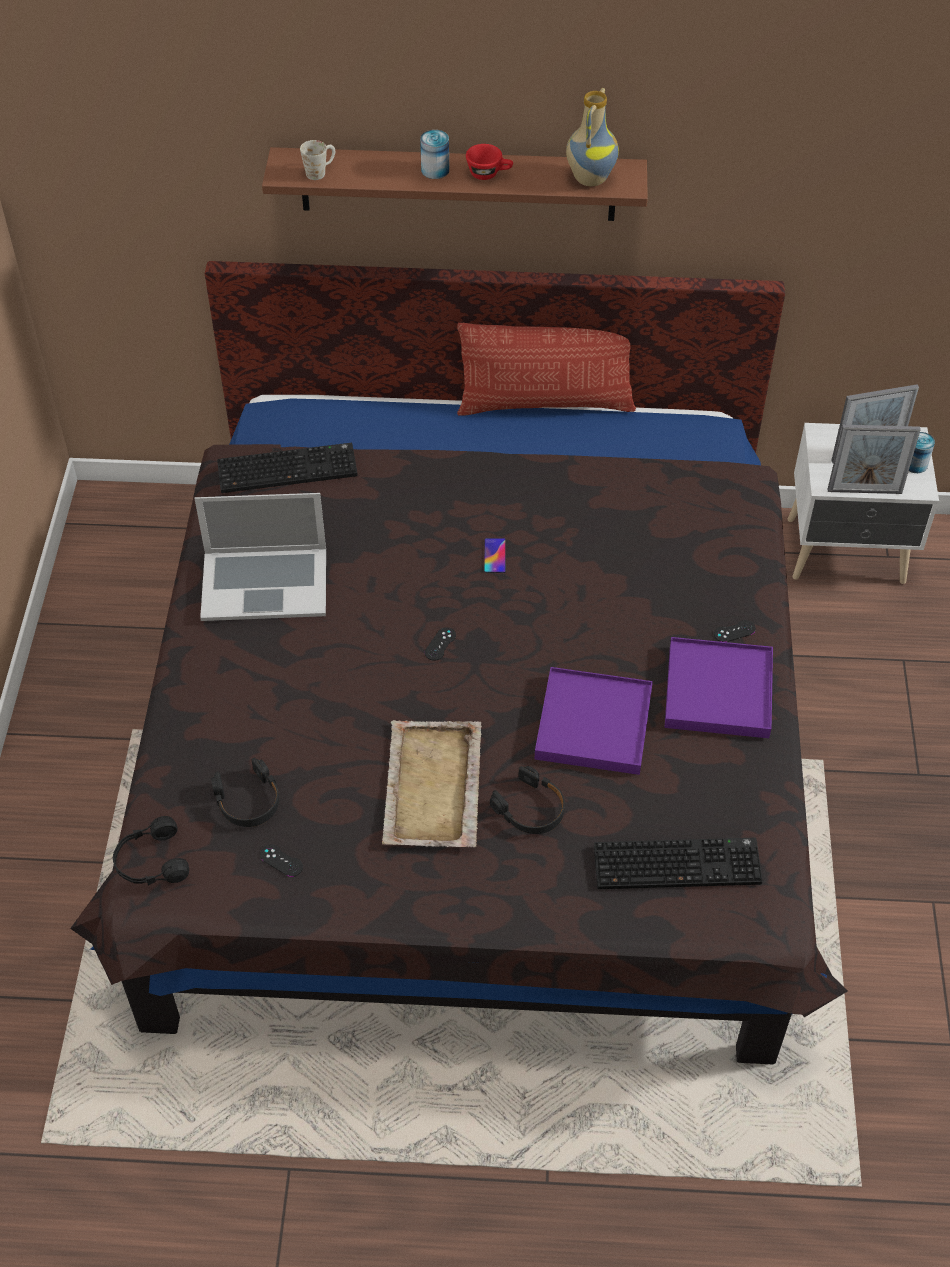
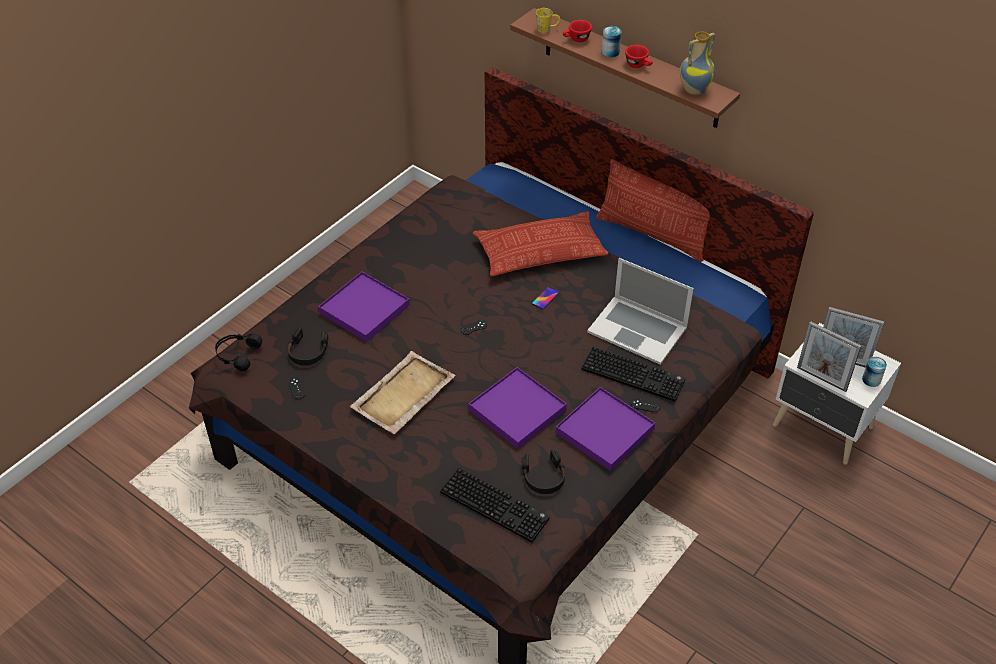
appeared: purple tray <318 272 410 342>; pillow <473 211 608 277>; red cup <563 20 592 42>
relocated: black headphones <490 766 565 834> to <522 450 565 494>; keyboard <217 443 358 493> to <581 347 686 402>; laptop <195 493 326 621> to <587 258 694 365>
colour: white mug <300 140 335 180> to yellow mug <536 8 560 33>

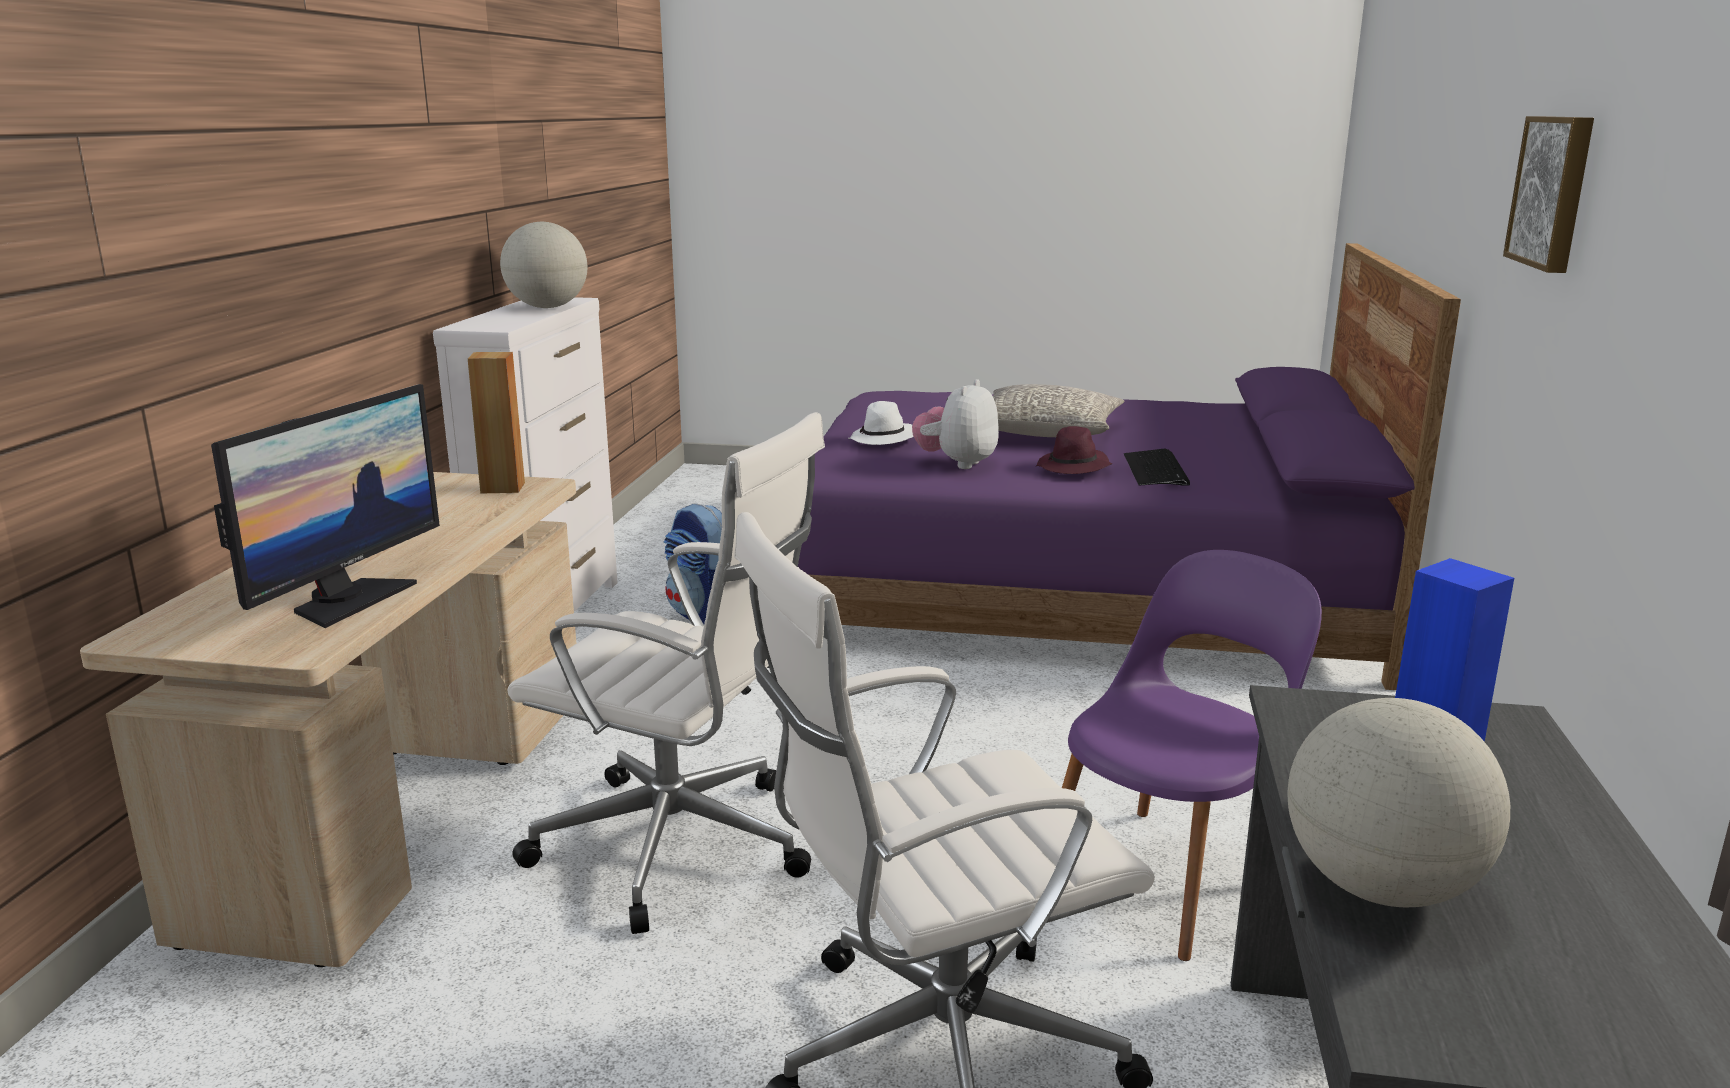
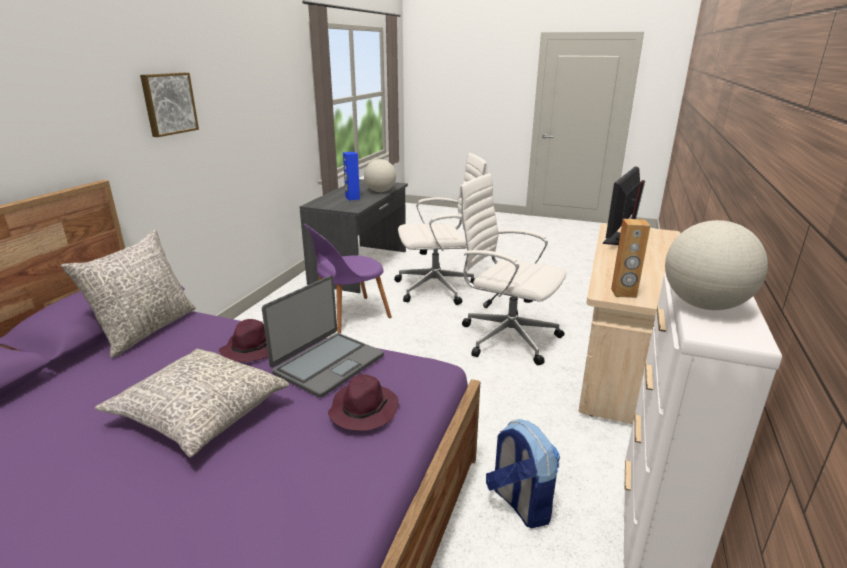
missing: keyboard <1124 449 1190 486>
appeared: grey pillow <61 230 196 358>
exchanged: plush toy <912 379 999 469> to laptop <262 275 384 398>
colour: white hat <848 401 914 445> to purple hat <328 374 399 431>

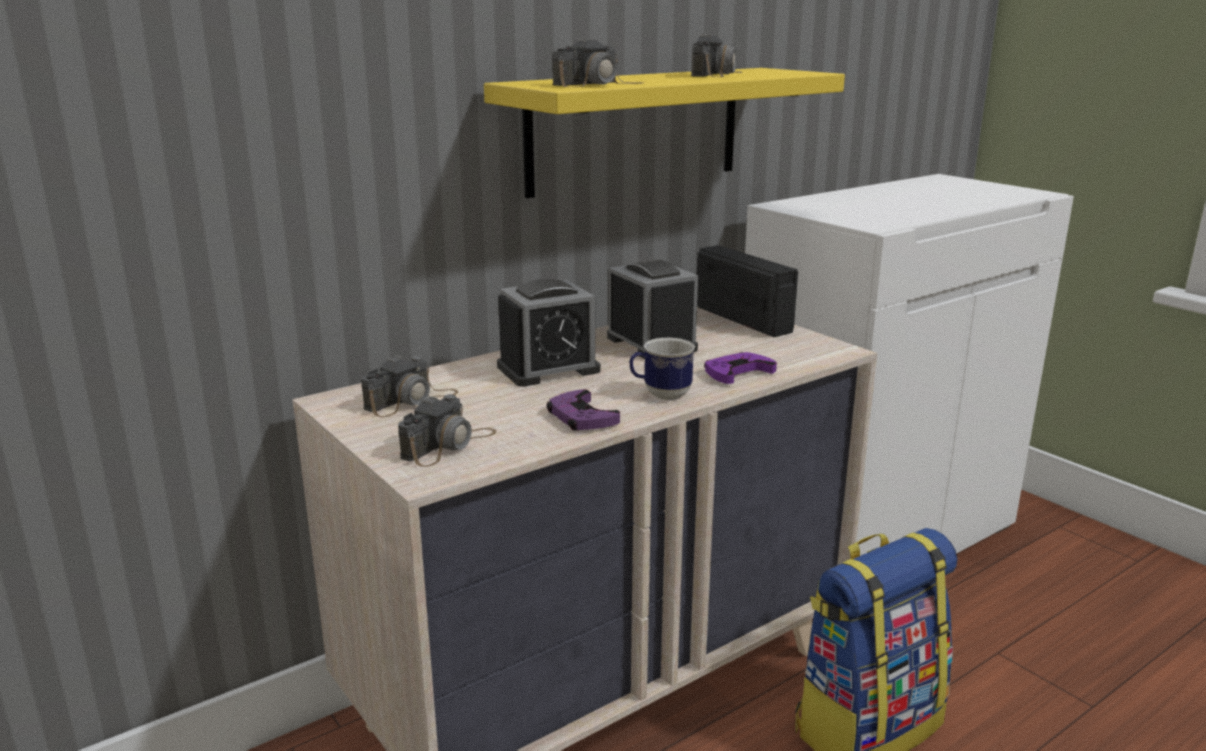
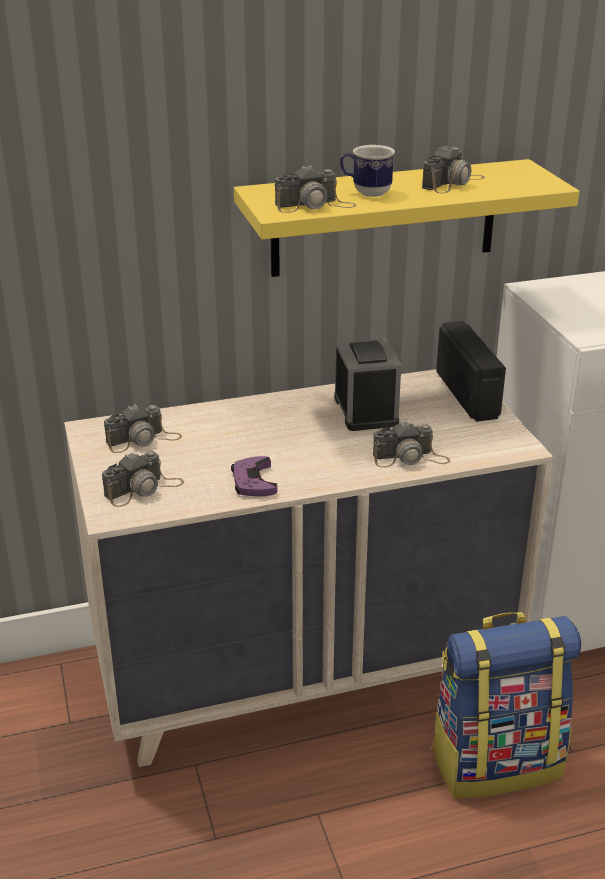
missing: alarm clock <497 279 600 387>
relocated: mug <629 338 695 400> to <340 145 395 197>
exchanged: purple game controller <704 352 777 384> to photo camera <373 421 450 468>

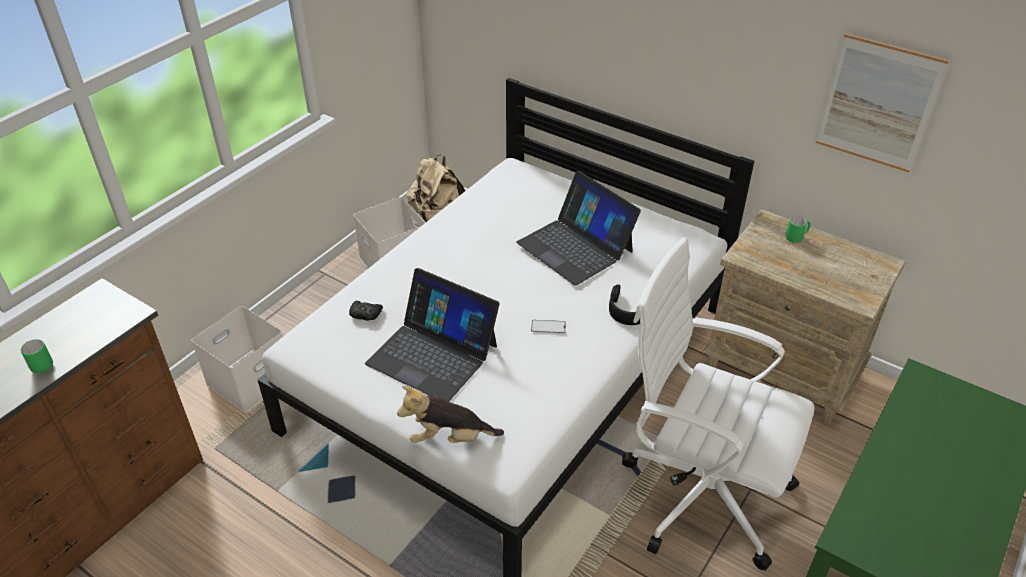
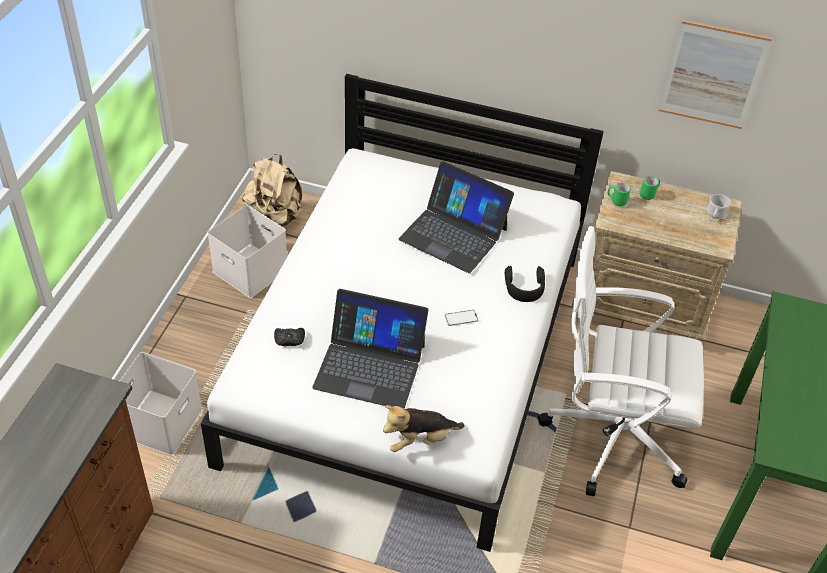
appeared: white mug <707 194 731 219>
relocated: green mug <21 339 53 373> to <608 182 631 206>

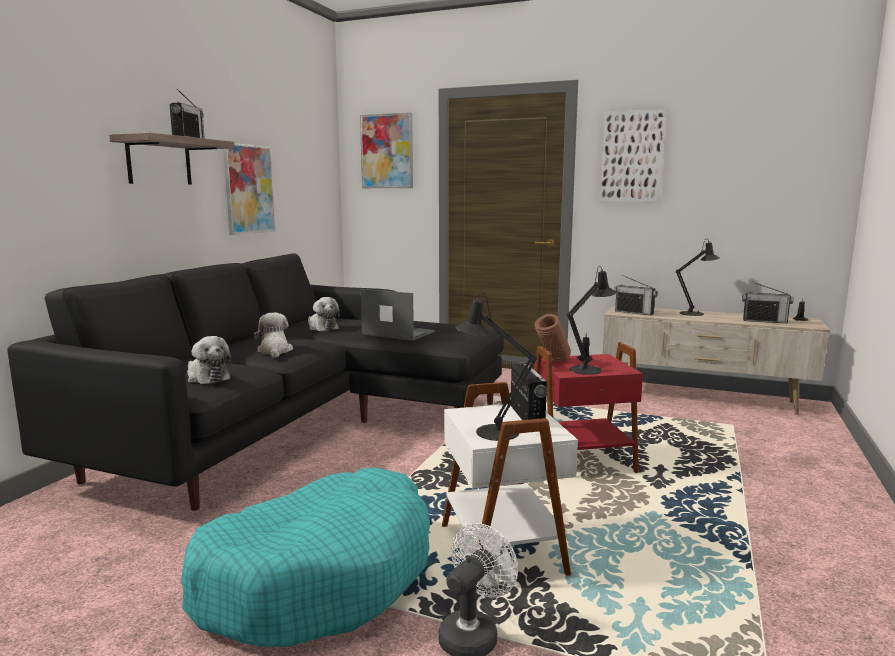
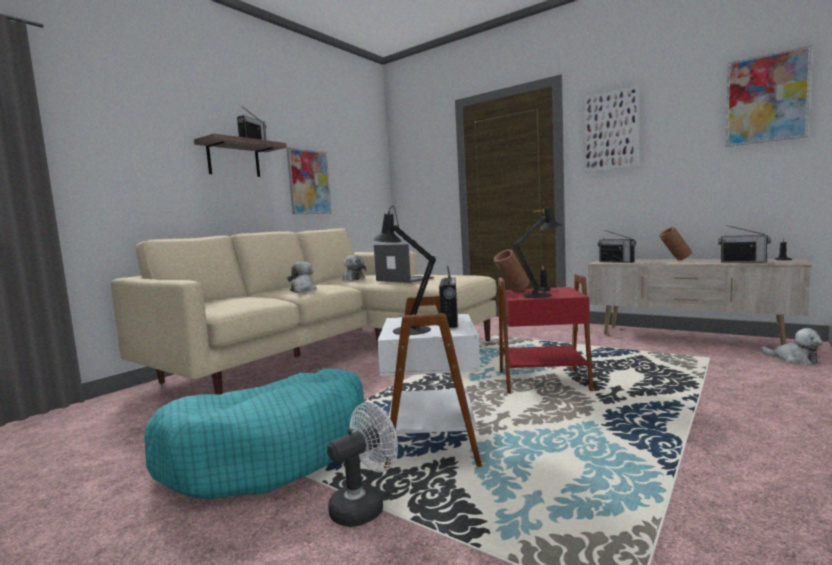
relocated: picture <360 112 413 188> to <726 45 812 147>; plush toy <187 336 232 384> to <761 328 823 365>
exchanged: black table lamp <676 238 720 316> to brown vase <659 227 692 260>
colour: black sofa <7 254 504 511> to beige sofa <111 228 497 394>

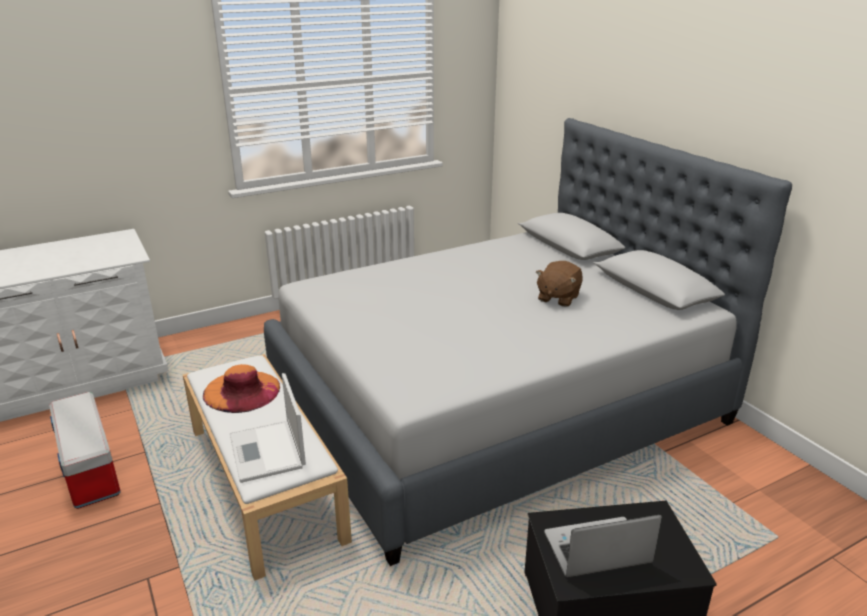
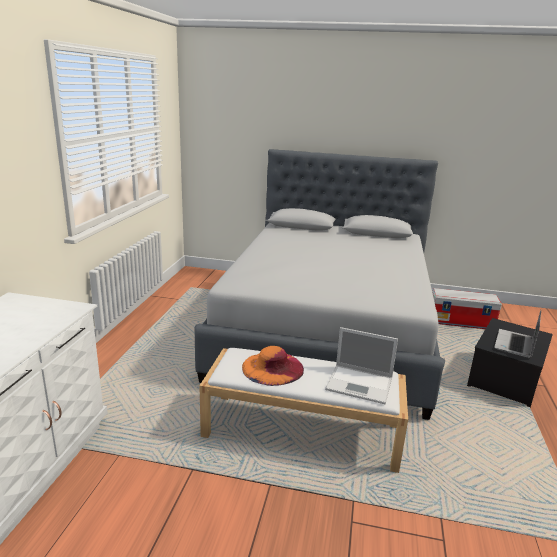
missing: brown plush toy <536 261 583 307>
relocated: storage box <49 392 120 509> to <432 288 502 329>

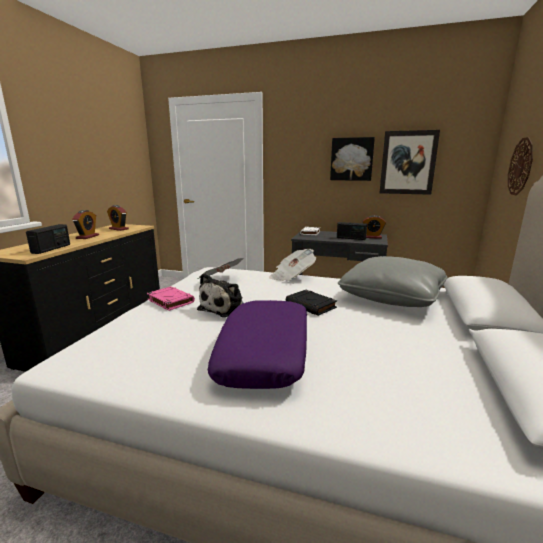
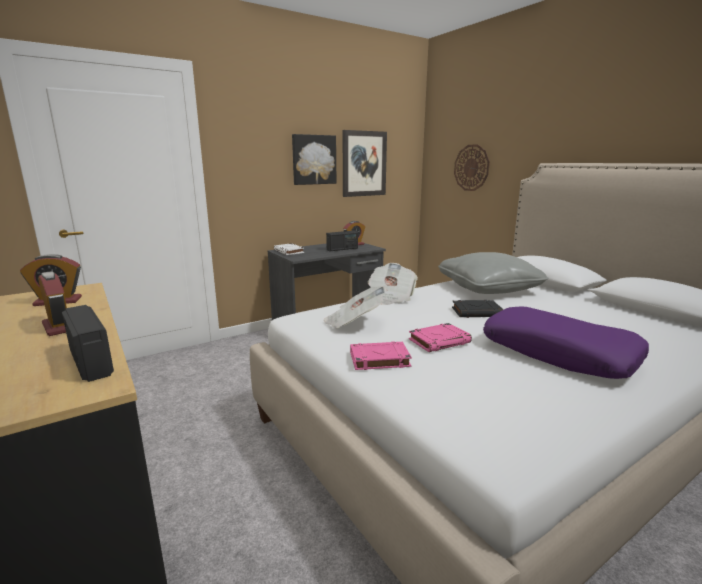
exchanged: plush toy <197 273 244 317> to pink book <409 323 472 352>

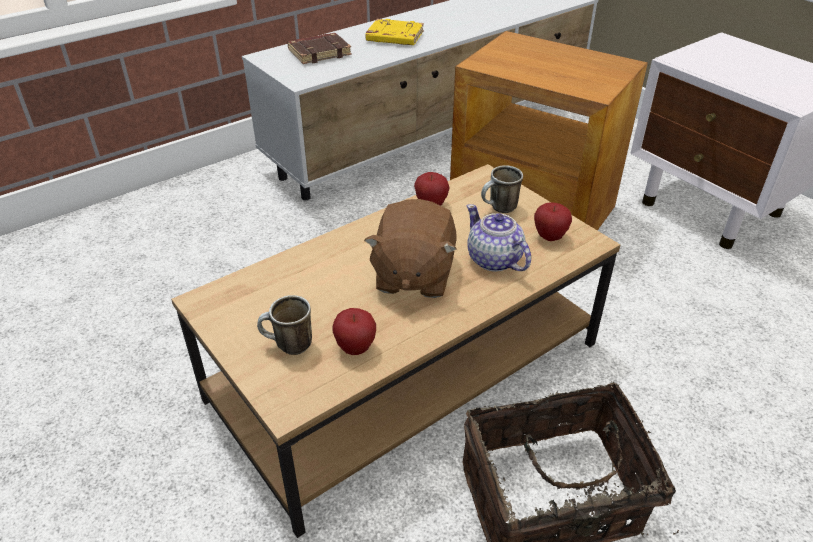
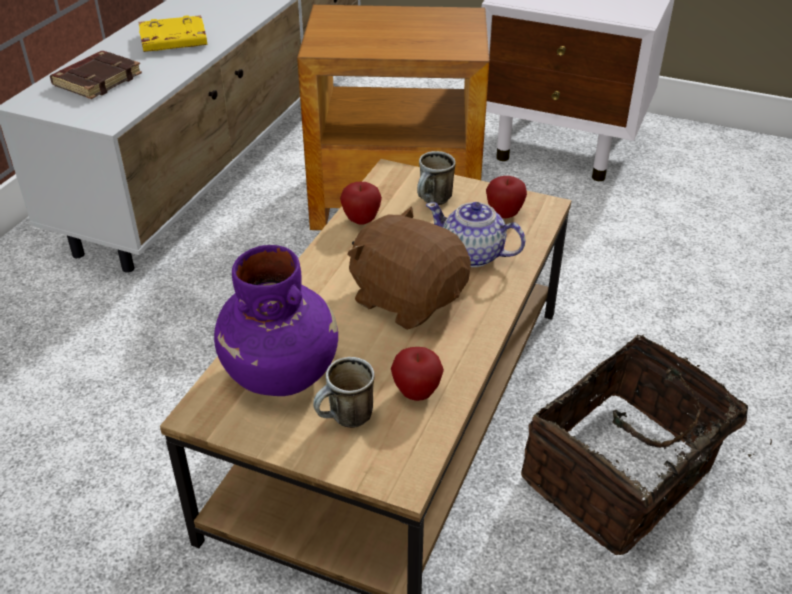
appeared: purple vase <214 245 338 396>
spun: brown plush toy <364 199 457 298> = <347 206 471 330> 150 degrees clockwise

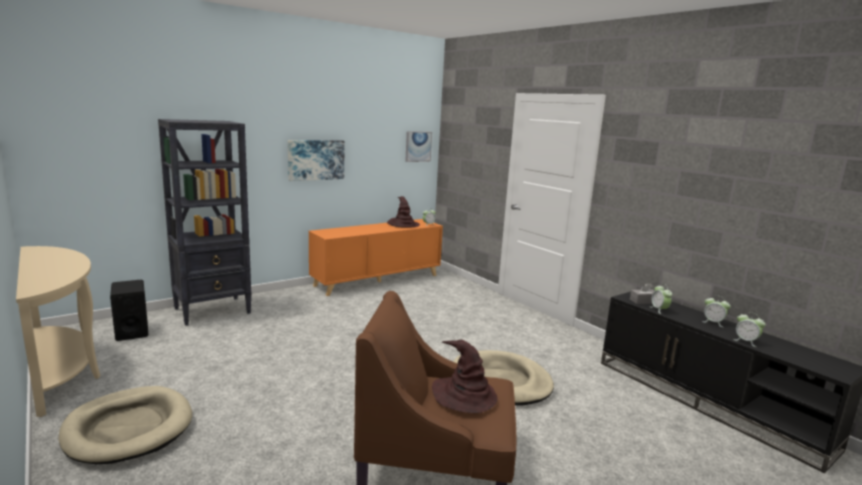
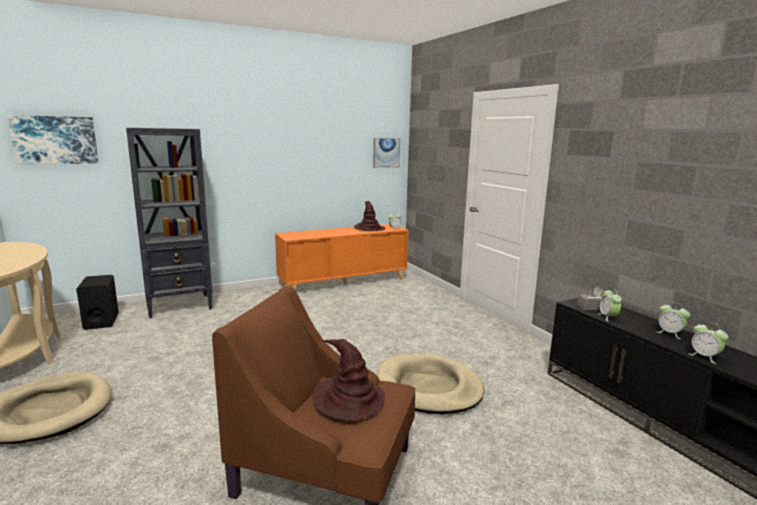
relocated: picture <288 140 345 181> to <8 115 99 164>

